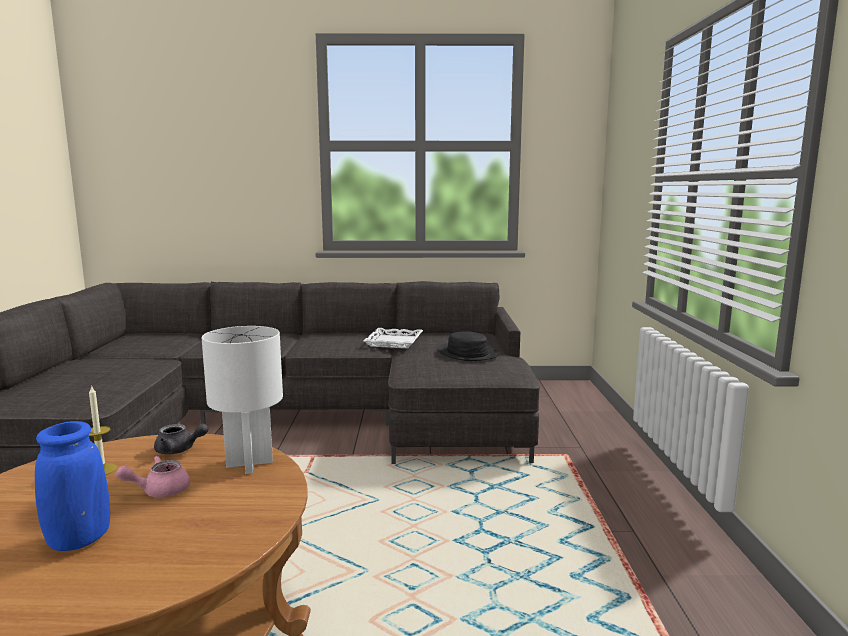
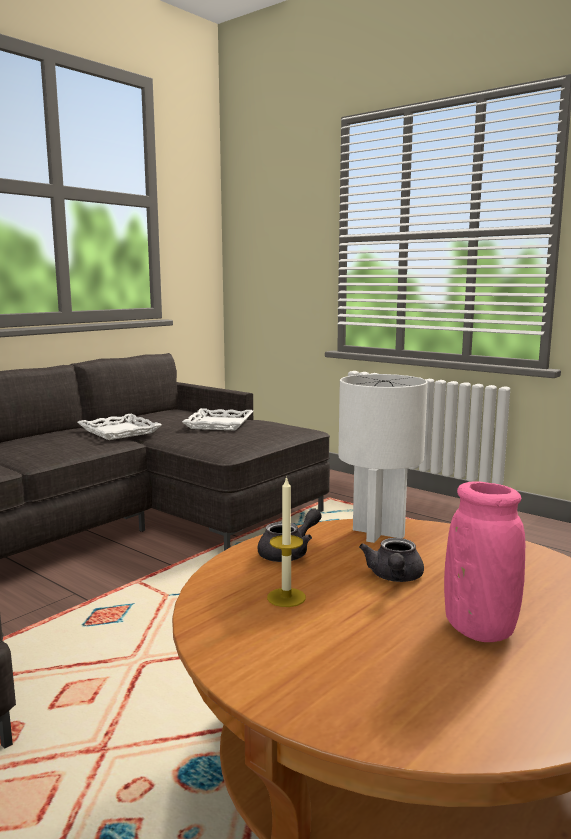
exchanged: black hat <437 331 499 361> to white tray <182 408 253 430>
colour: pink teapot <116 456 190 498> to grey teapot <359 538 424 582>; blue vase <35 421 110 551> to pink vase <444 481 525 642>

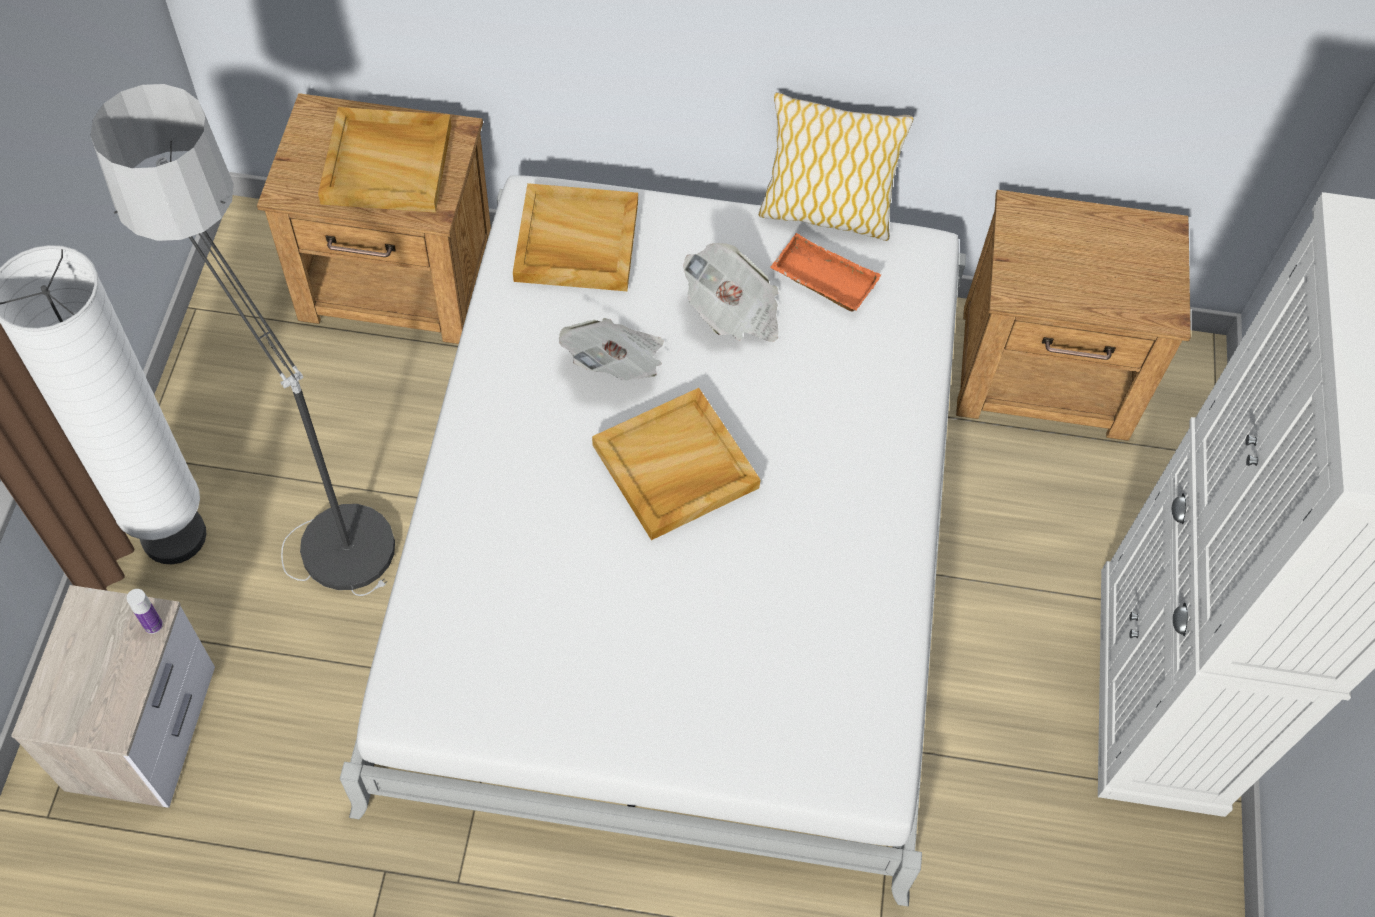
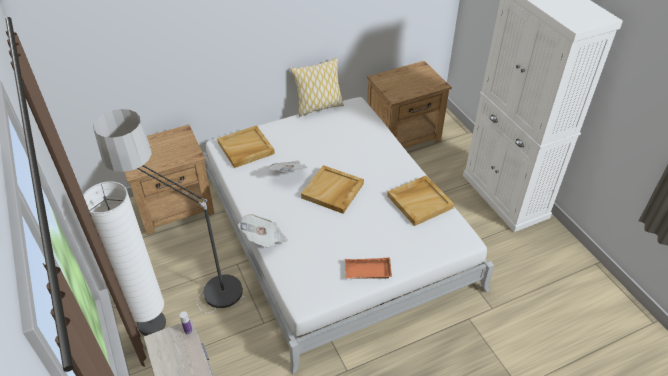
relocated: newspaper <683 243 778 342> to <238 214 288 248>; orange tray <770 233 881 312> to <345 257 392 279>; beige tray <318 107 451 213> to <387 176 454 226>

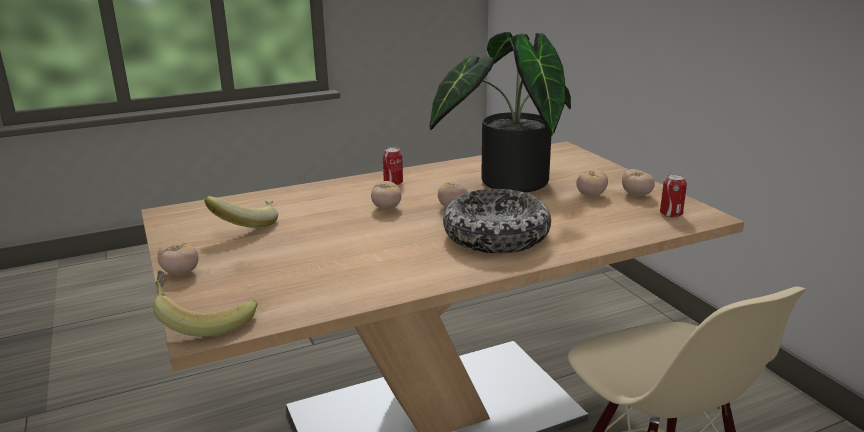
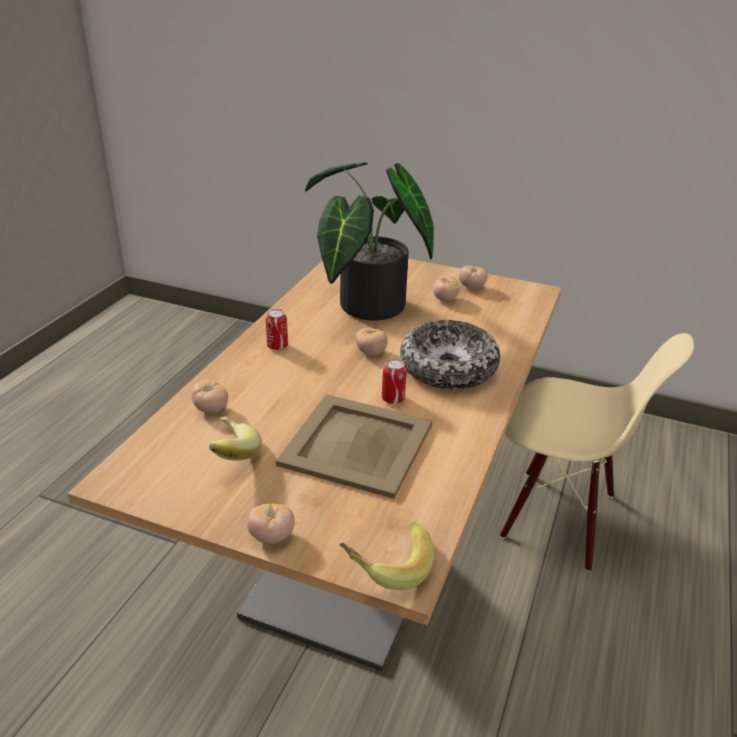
appeared: beige tray <276 394 433 499>
relocated: tomato <371 181 401 210> to <192 380 228 413>; can <660 174 687 218> to <382 359 406 404>

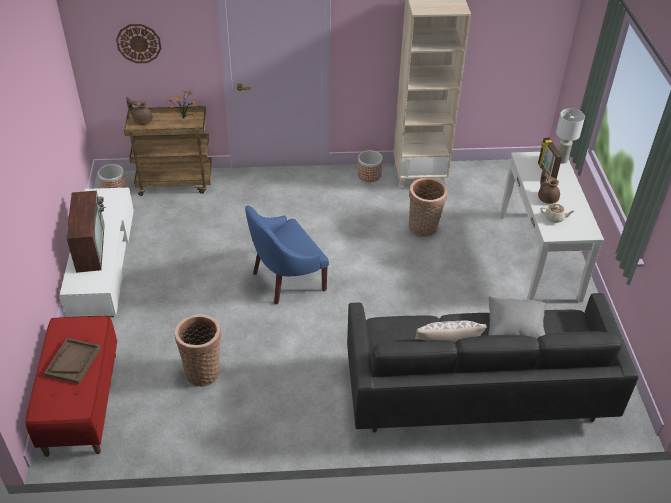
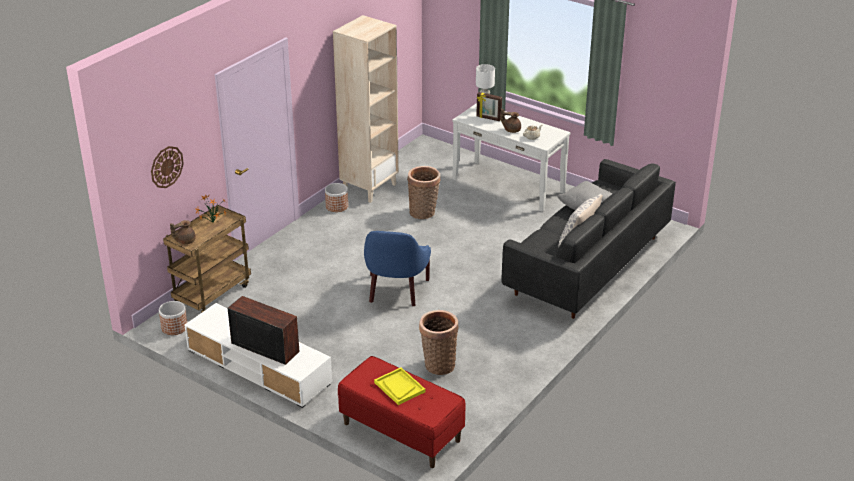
colour: brown tray <44 338 101 384> to yellow tray <374 367 425 405>

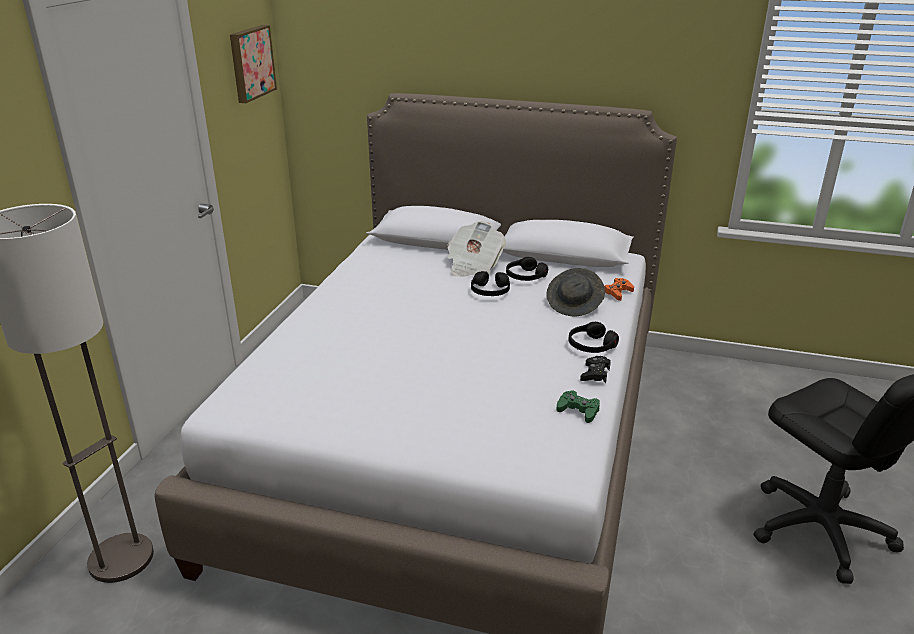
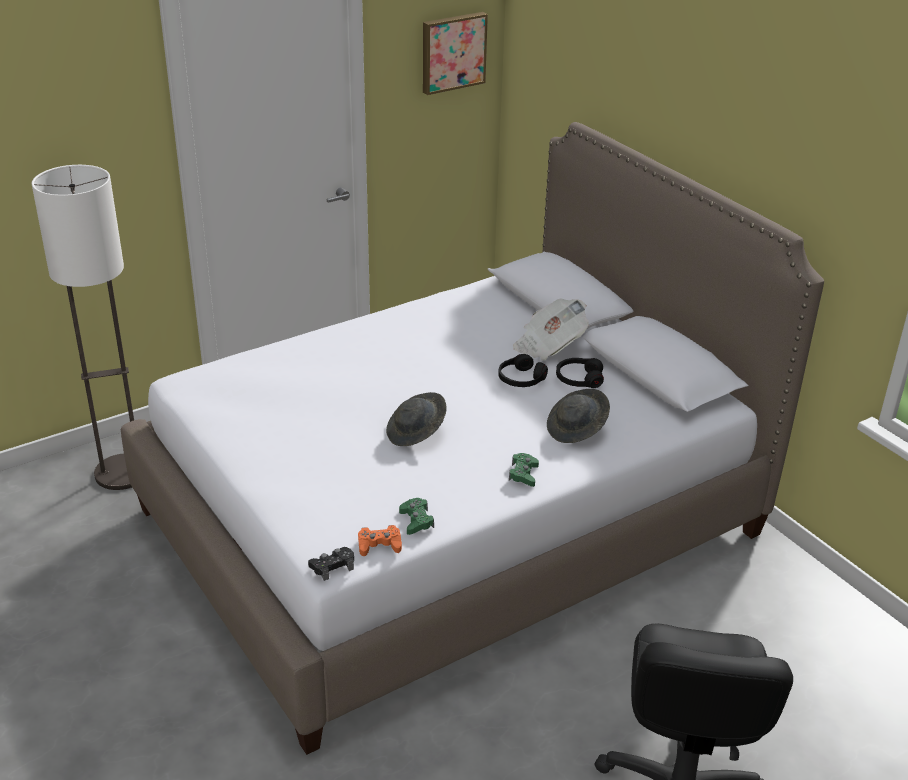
appeared: grey hat <386 392 447 446>
relocated: black game controller <580 356 611 383> to <308 547 354 581>; orange game controller <604 278 634 301> to <358 525 402 556>
exchanged: black headphones <568 322 619 353> to green game controller <509 453 539 487>

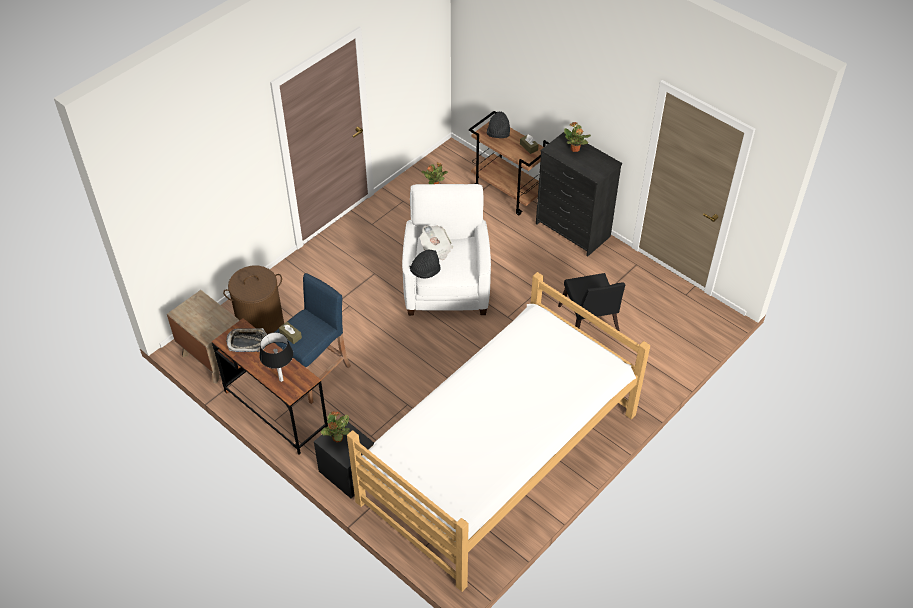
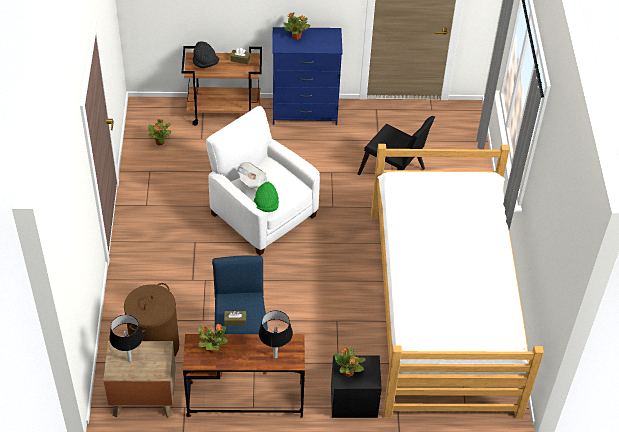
appeared: black table lamp <109 315 143 362>
exchanged: tray <226 328 267 352> to potted plant <198 324 228 353>
colour: black hat <409 249 440 279> to green hat <254 182 279 212>; black dresser <536 132 622 257> to blue dresser <272 27 343 125>

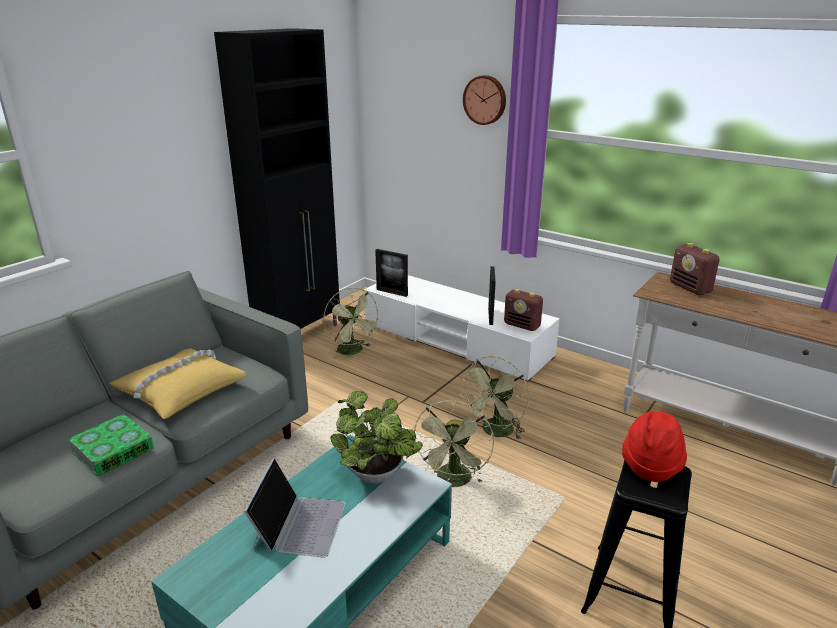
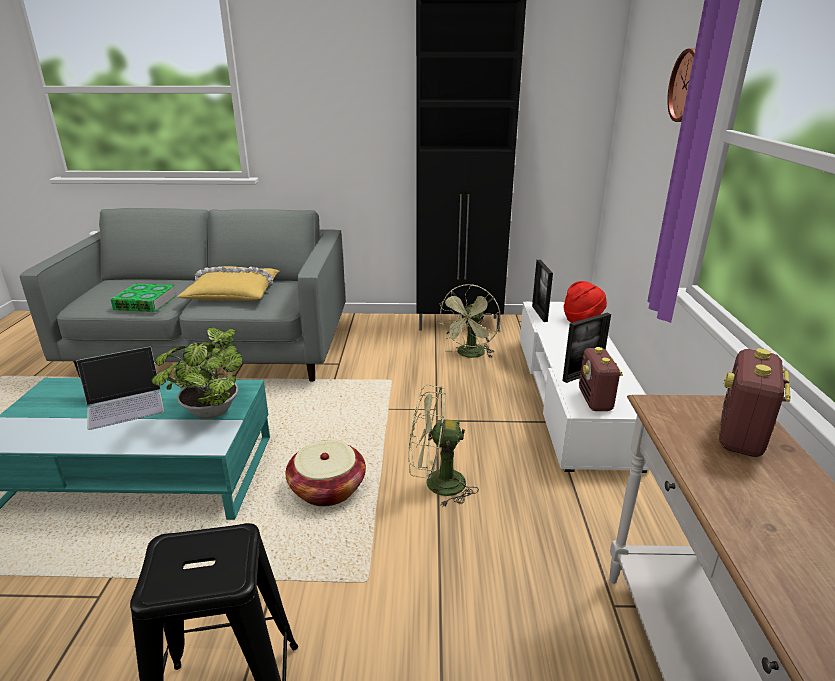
relocated: red hat <622 411 687 482> to <564 281 607 323>
exchanged: green fan <414 401 494 487> to basket <286 440 366 506>

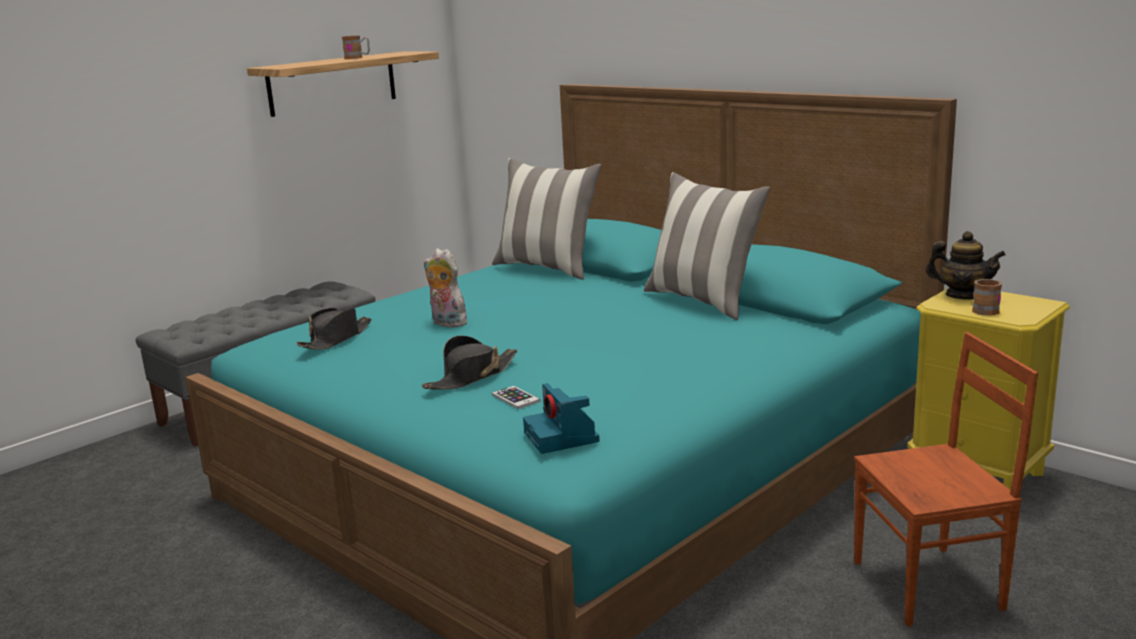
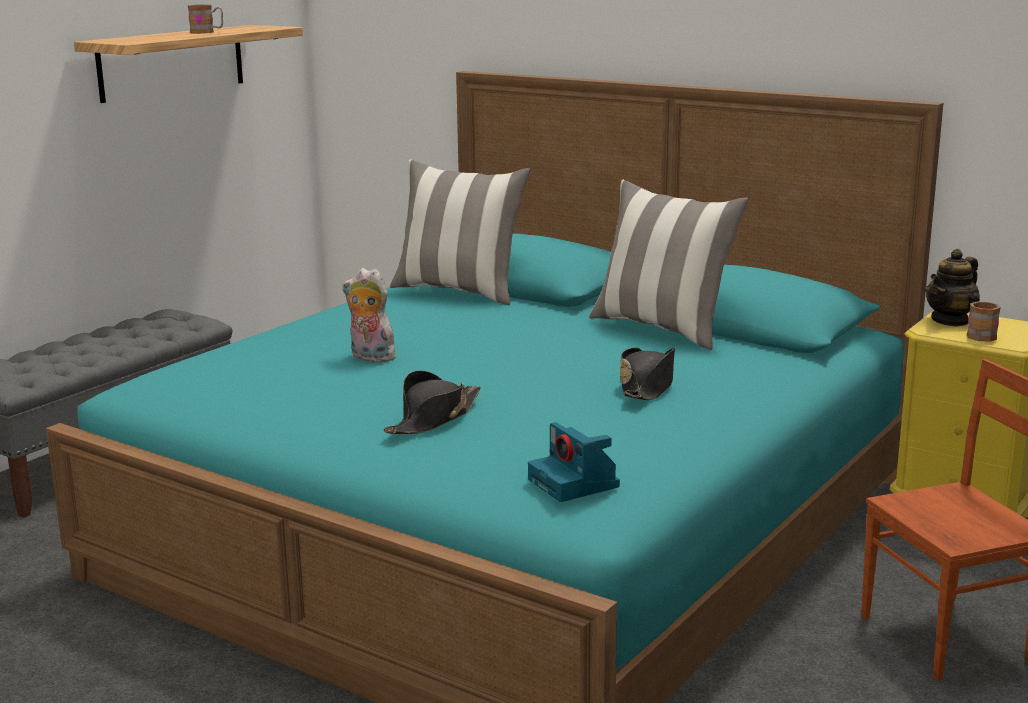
missing: phone <492 386 540 409>
relocated: black hat <296 308 371 350> to <620 347 675 400>
spun: teapot <925 231 1006 300> = <926 249 980 327> 120 degrees clockwise

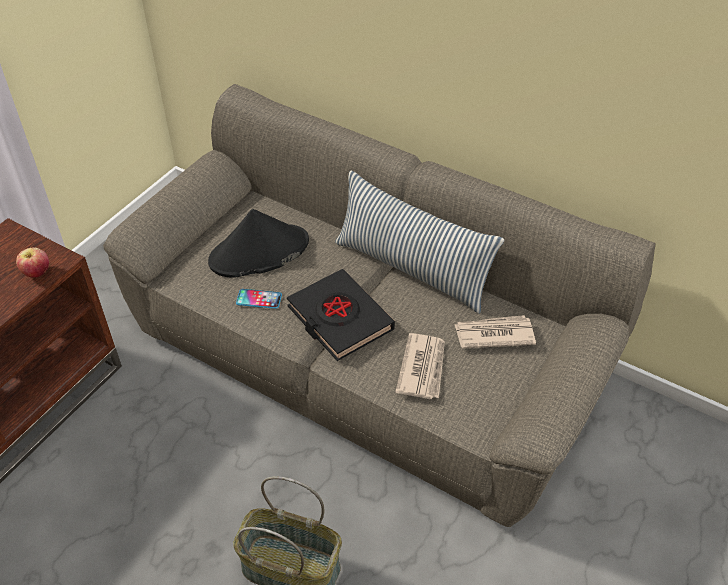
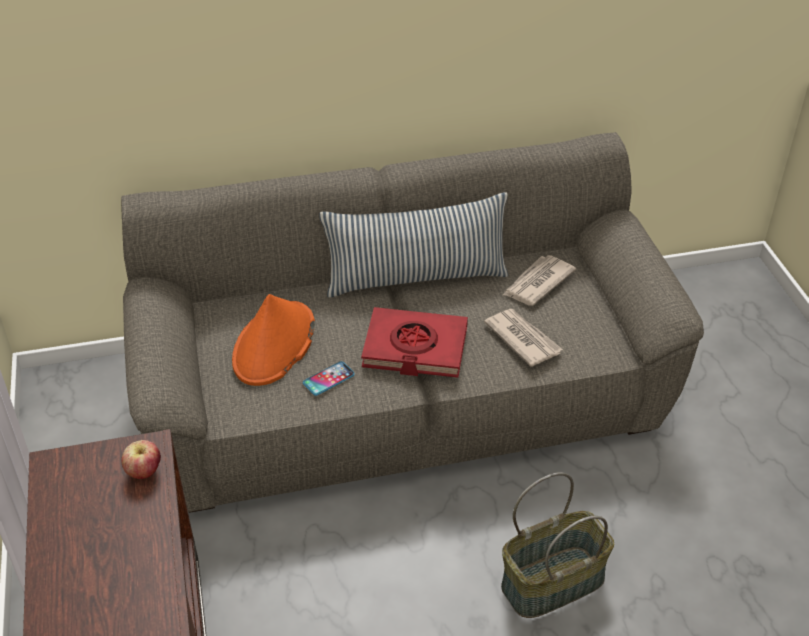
colour: black hat <208 209 309 278> to orange hat <232 294 315 386>; black book <287 269 395 361> to red book <361 307 468 377>

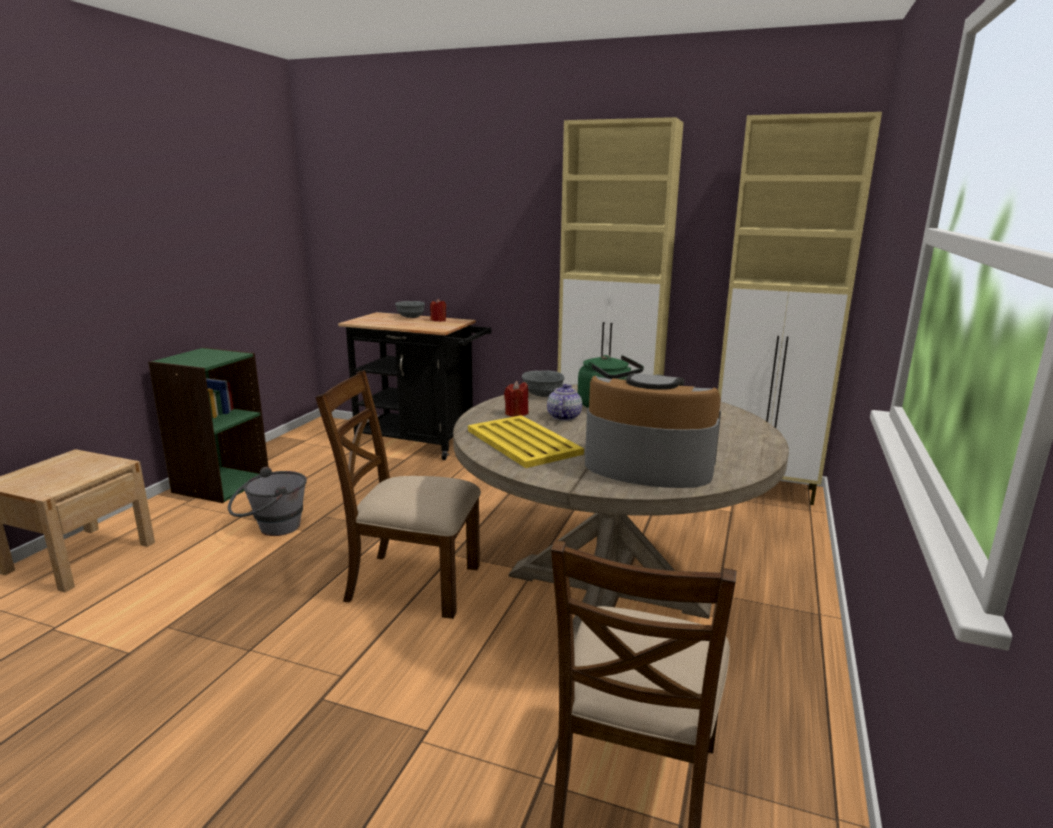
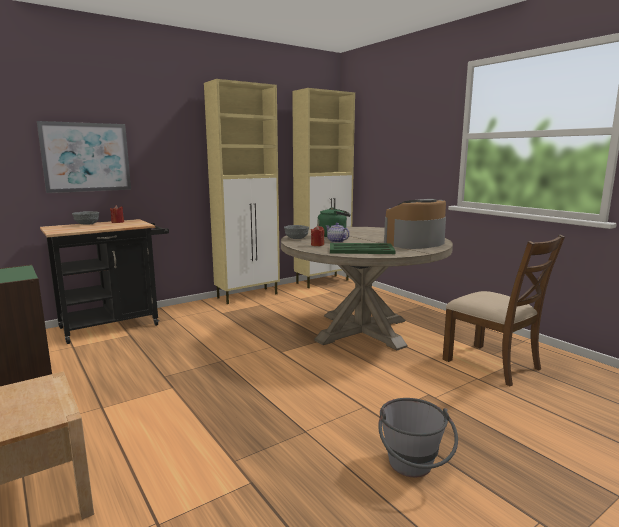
missing: brown chair <315 370 481 619>
appeared: picture <37 121 131 193>
relocated: grey bucket <228 467 307 536> to <378 398 458 477>
colour: yellow tray <468 415 584 468> to green tray <330 243 395 254>

